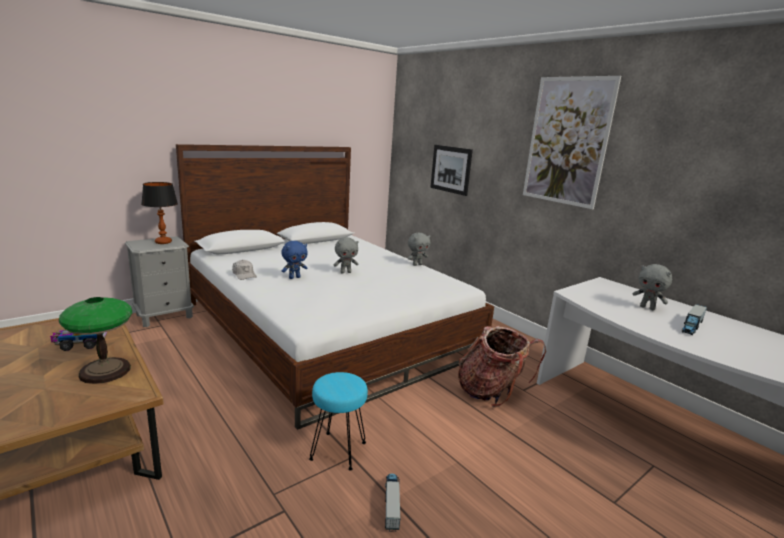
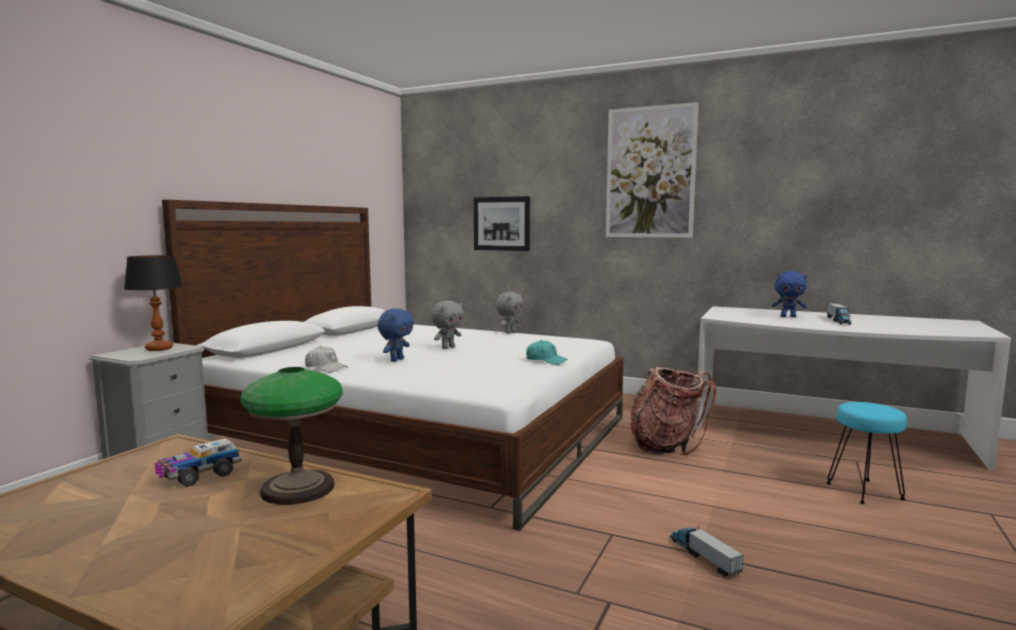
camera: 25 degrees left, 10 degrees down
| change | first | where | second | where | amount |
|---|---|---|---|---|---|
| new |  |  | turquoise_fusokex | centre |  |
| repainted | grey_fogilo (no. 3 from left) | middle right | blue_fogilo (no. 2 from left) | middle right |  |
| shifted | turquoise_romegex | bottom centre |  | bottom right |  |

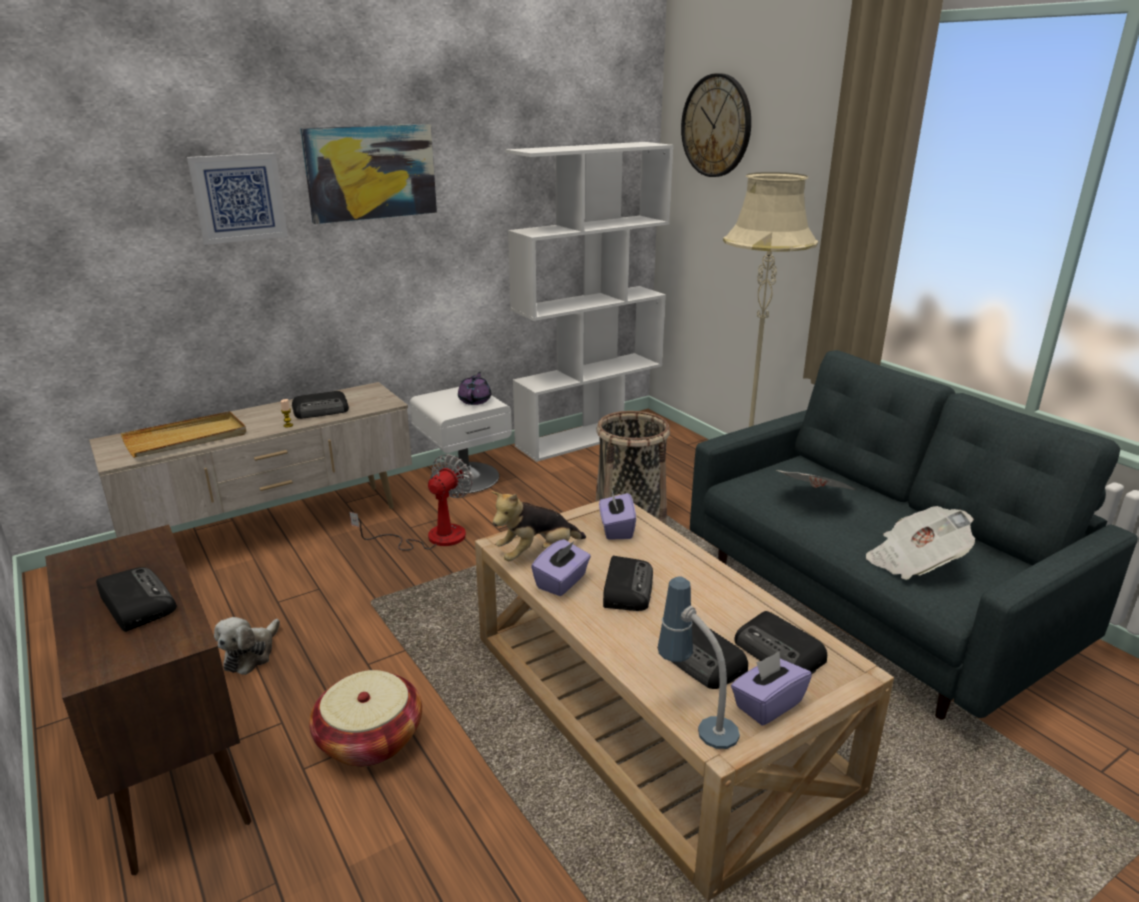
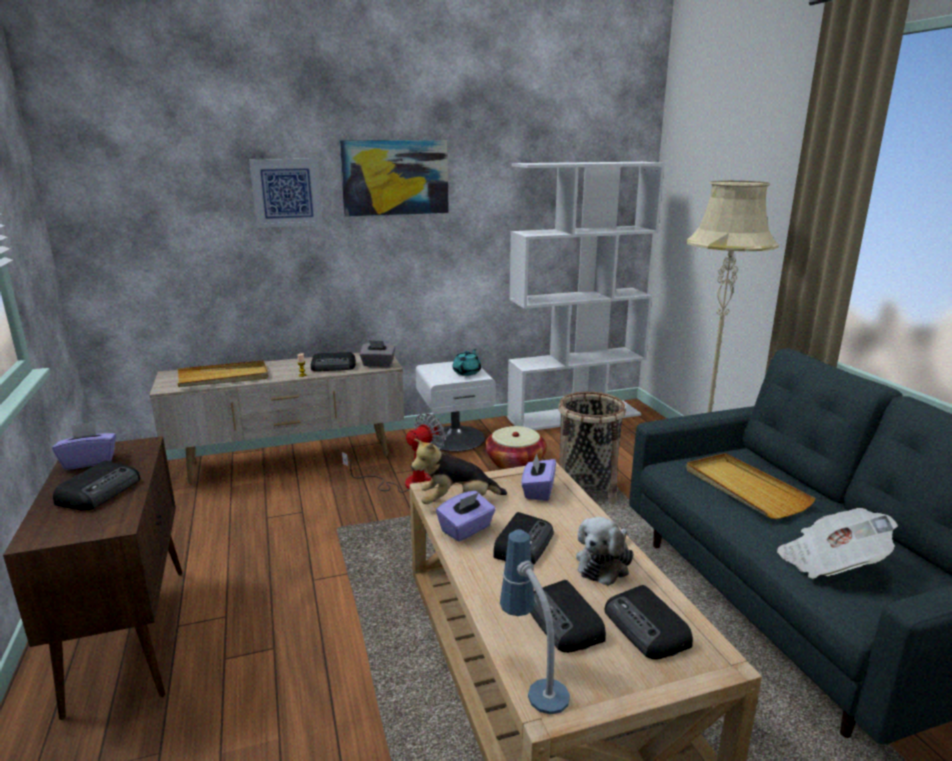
camera: 15 degrees right, 5 degrees down
| change | first | where | second | where | amount |
|---|---|---|---|---|---|
| shifted | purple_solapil (no. 3 from left in the first image) | bottom right | purple_solapil (no. 1 from left) | middle left |  |
| rotated | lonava (no. 1 from left) | middle left |  | middle left | 45 degrees clockwise |
| new |  |  | grey_solapil | centre |  |
| repainted | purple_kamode | centre | turquoise_kamode | centre |  |
| shifted | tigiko (no. 1 from left) | bottom left |  | centre |  |
| shifted | fogilo (no. 1 from left in the first image) | bottom left | fogilo (no. 2 from left) | bottom centre |  |
| swapped | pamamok (no. 1 from left) | middle right | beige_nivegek (no. 2 from left) | middle right |  |
| gone | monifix | top centre |  |  |  |

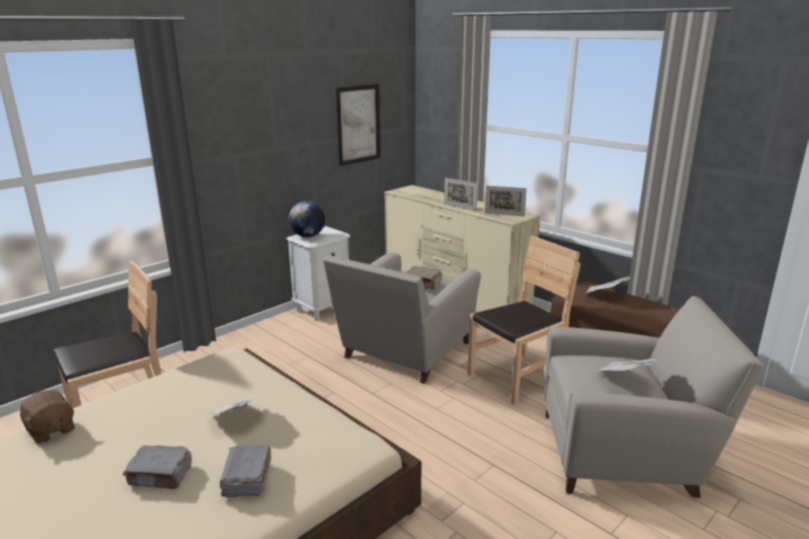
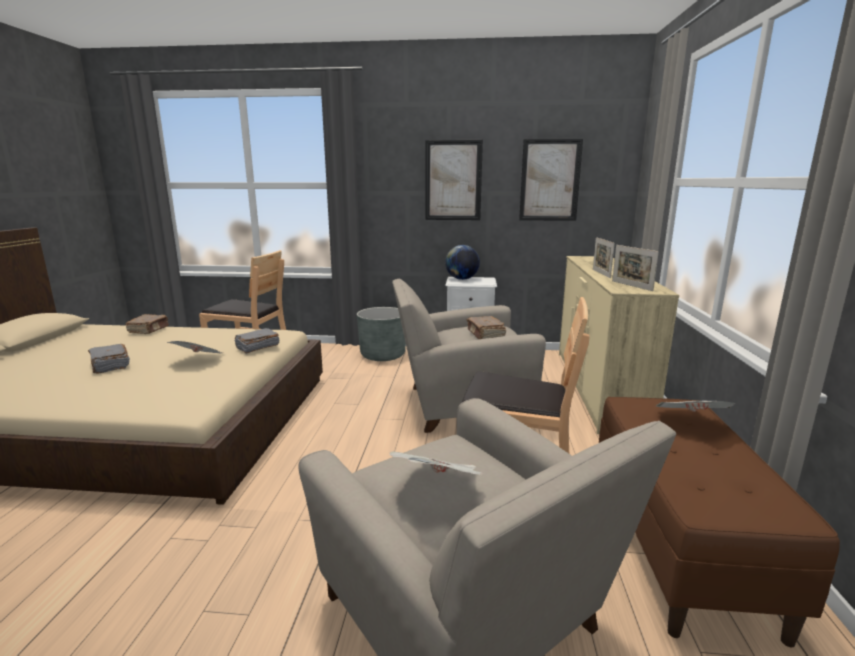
camera: 50 degrees right, 5 degrees down
| change | first | where | second | where | amount |
|---|---|---|---|---|---|
| swapped | brown_fogilo | bottom left | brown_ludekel (no. 1 from left) | middle left |  |
| shifted | grey_ludekel (no. 2 from left) | bottom left |  | middle left |  |
| new |  |  | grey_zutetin | centre |  |
| new |  |  | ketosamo (no. 1 from left) | top centre |  |

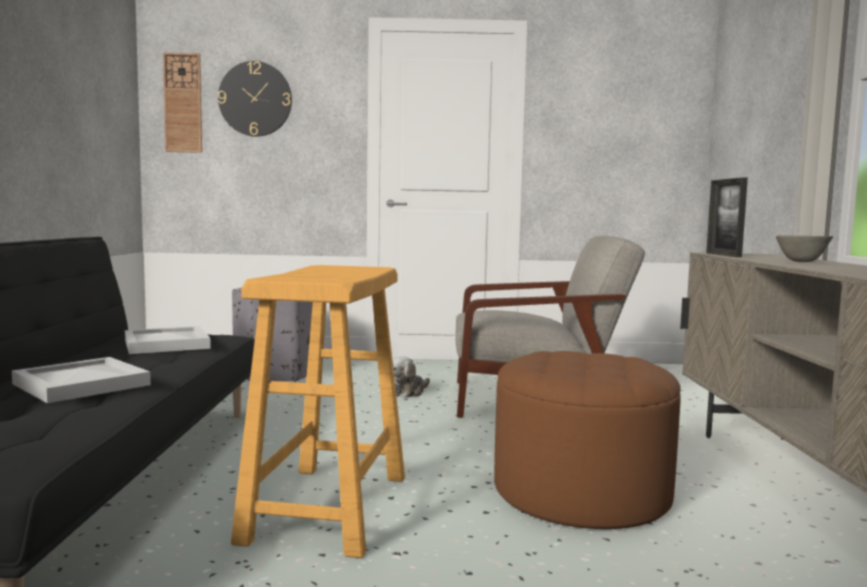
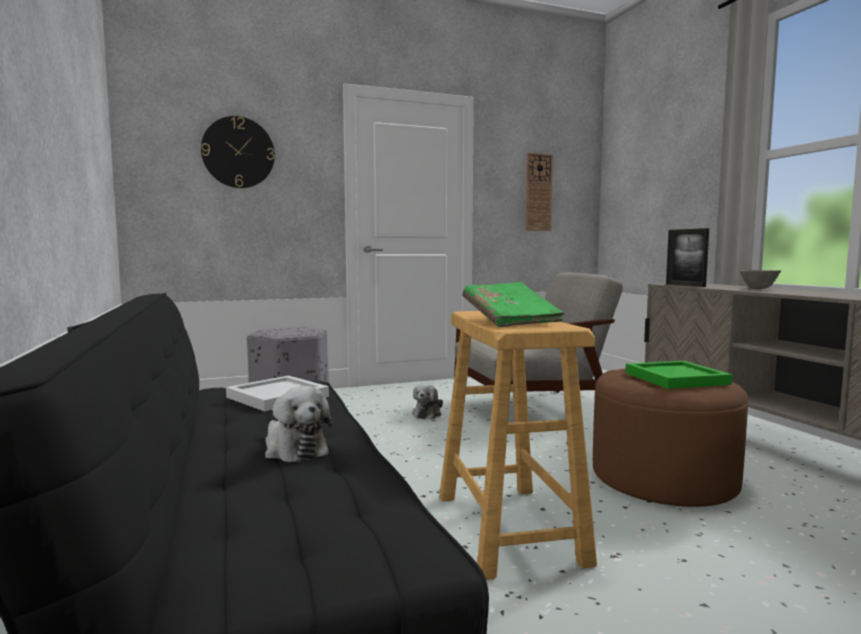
camera: 20 degrees left, 0 degrees up
| change | first | where | second | where | amount |
|---|---|---|---|---|---|
| swapped | white_nivegek (no. 1 from left) | middle left | fogilo (no. 1 from left) | bottom centre |  |
| new |  |  | green_ludekel | centre |  |
| shifted | monifix (no. 1 from left in the first image) | top left | monifix (no. 2 from left) | top centre |  |
| new |  |  | green_nivegek | middle right |  |

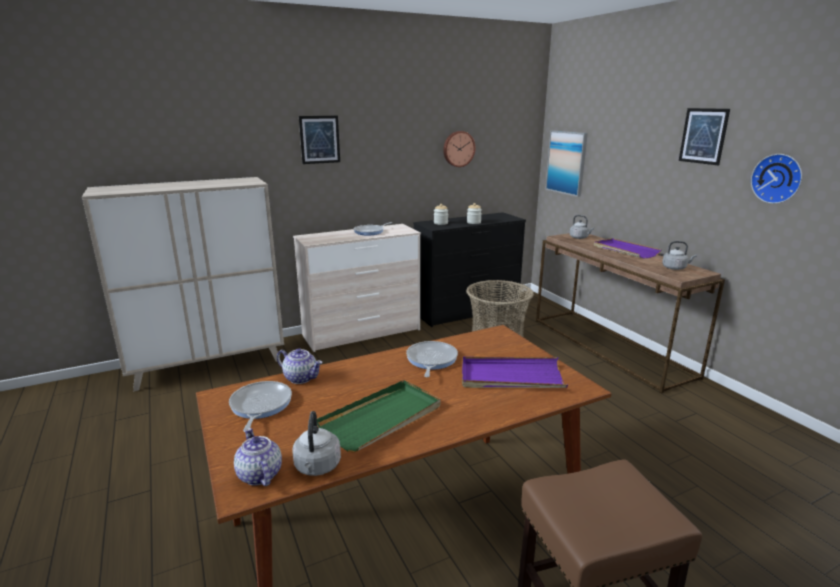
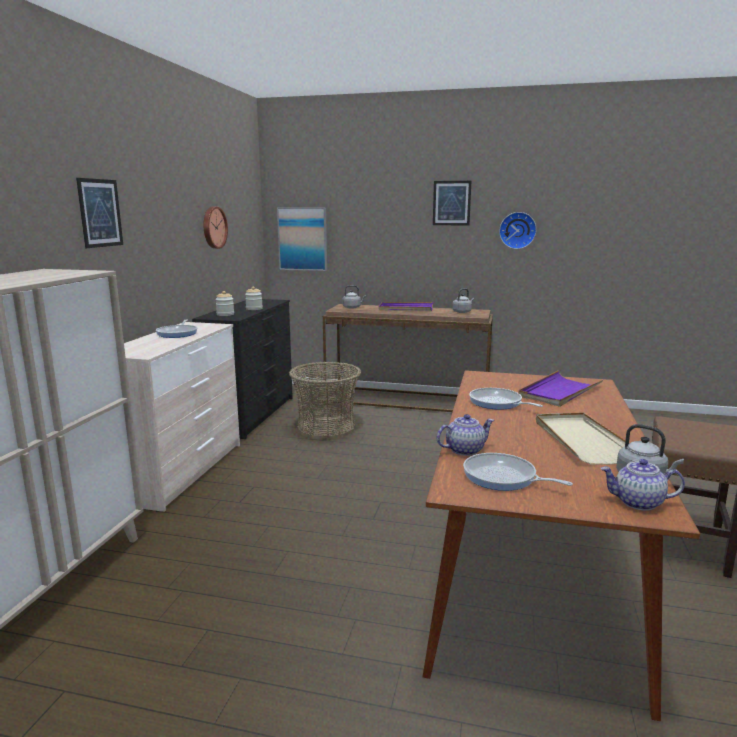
camera: 50 degrees left, 5 degrees down
| change | first | where | second | where | amount |
|---|---|---|---|---|---|
| repainted | green_nivegek | bottom centre | beige_nivegek | middle right |  |

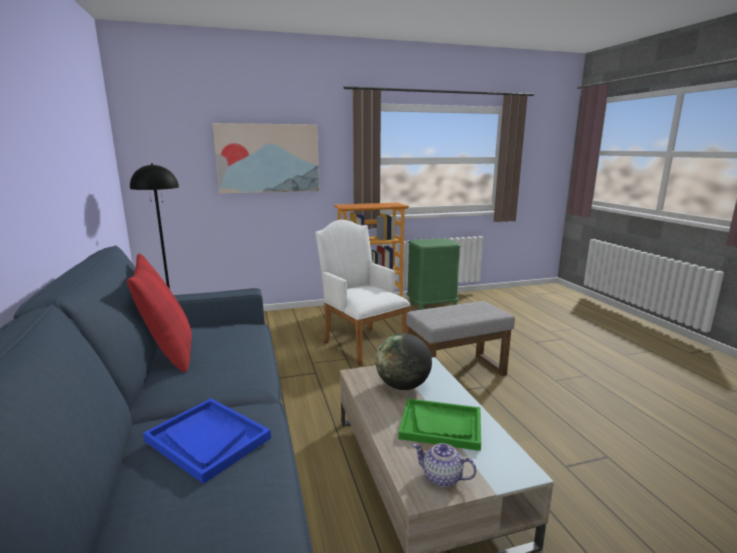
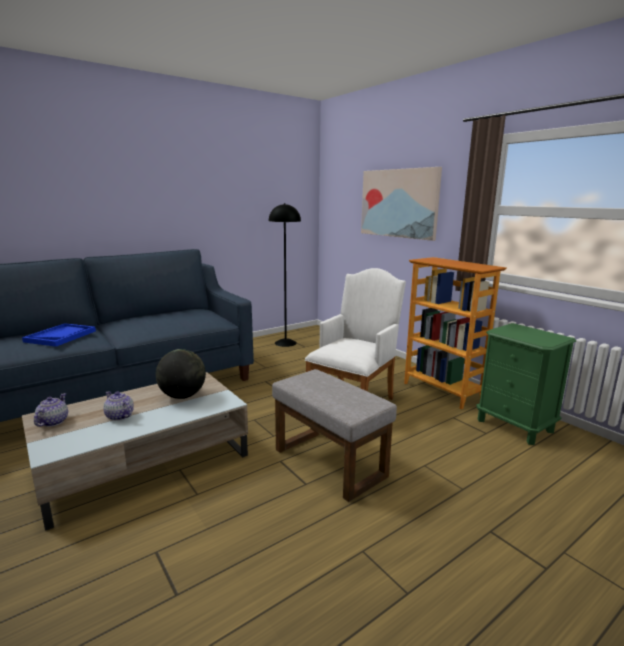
camera: 70 degrees right, 0 degrees up
| change | first | where | second | where | amount |
|---|---|---|---|---|---|
| swapped | green_nivegek | bottom centre | kamode (no. 2 from left) | middle left |  |
| gone | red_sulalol | middle left |  |  |  |

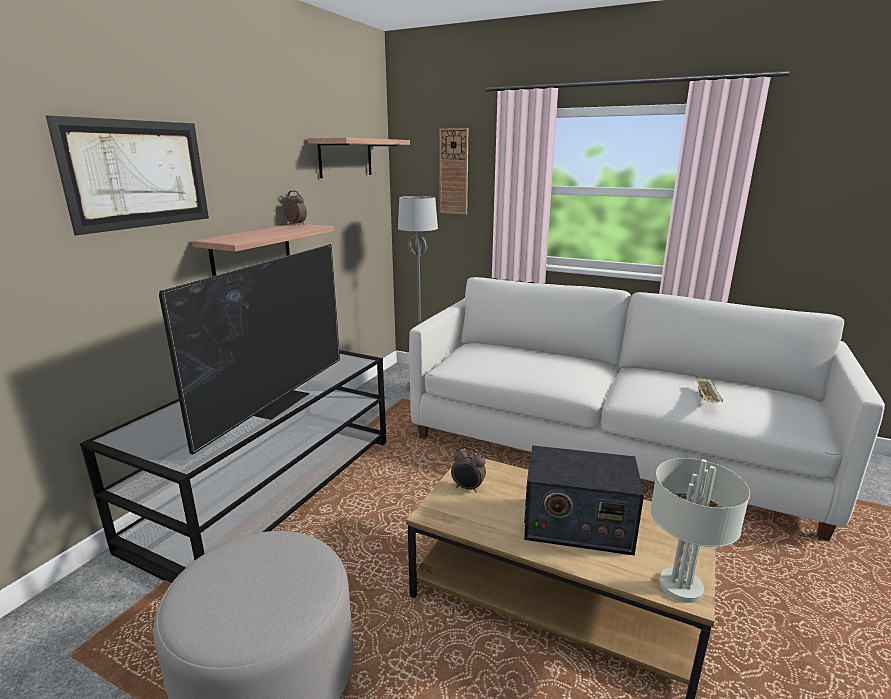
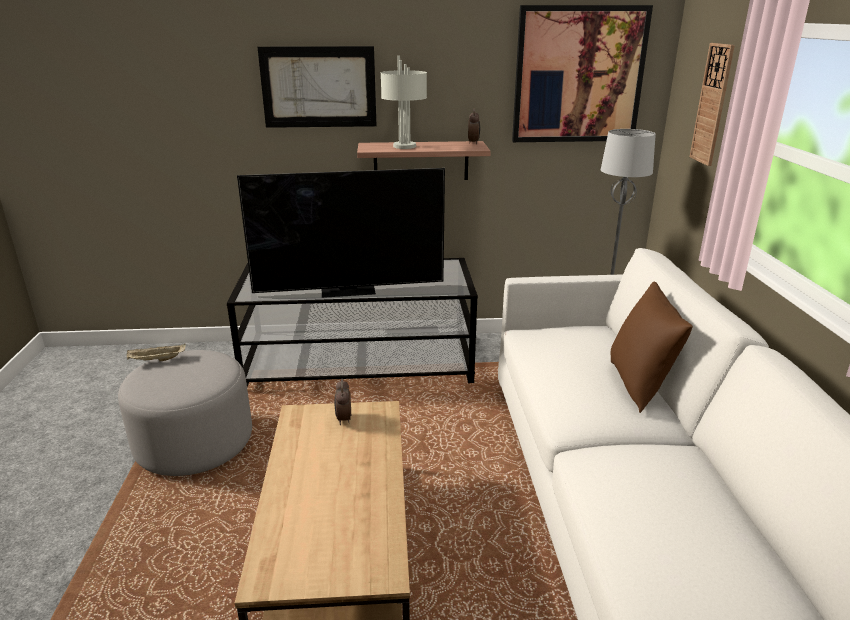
camera: 60 degrees right, 5 degrees up
| change | first | where | second | where | amount |
|---|---|---|---|---|---|
| shifted | beige_nivegek | middle right |  | middle left |  |
| shifted | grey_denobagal | bottom right |  | top centre |  |
| swapped | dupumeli (no. 2 from left) | top centre | ketosamo (no. 2 from left) | top right |  |
| new |  |  | brown_sulalol | middle right |  |
| gone | lonava | bottom centre |  |  |  |

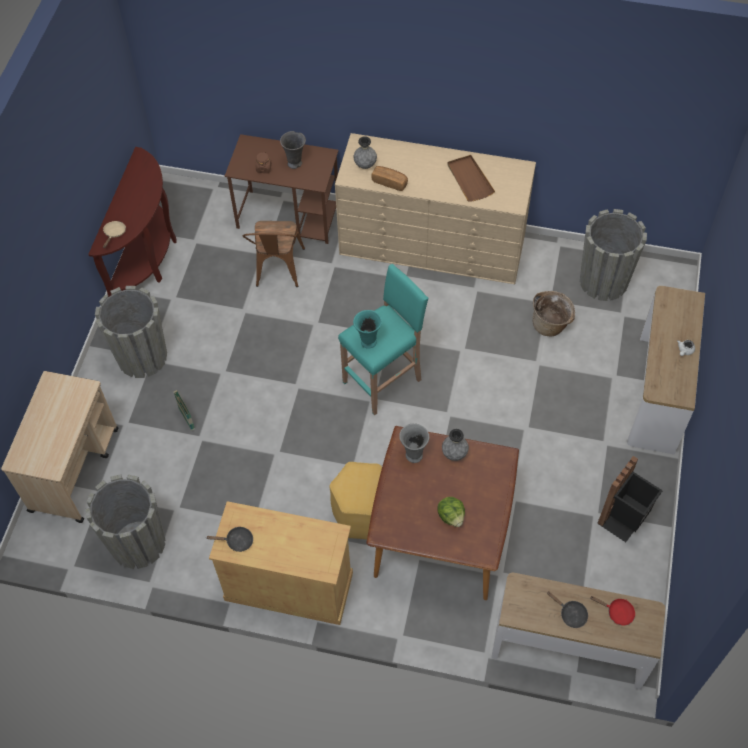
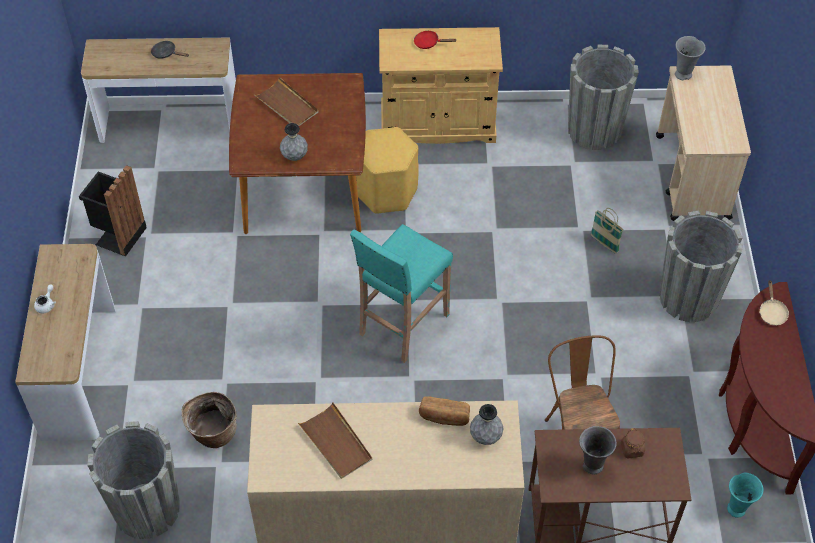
camera: 165 degrees right, 5 degrees down
| change | first | where | second | where | amount |
|---|---|---|---|---|---|
| swapped | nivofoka | bottom centre | brown_nivegek (no. 1 from left) | top centre |  |
| shifted | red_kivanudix | bottom right |  | top centre |  |
| shifted | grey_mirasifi (no. 3 from left in the first image) | centre | grey_mirasifi (no. 4 from left) | top right |  |
| shifted | turquoise_mirasifi | centre |  | bottom right |  |
| gone | black_kivanudix (no. 1 from left) | bottom left |  |  |  |

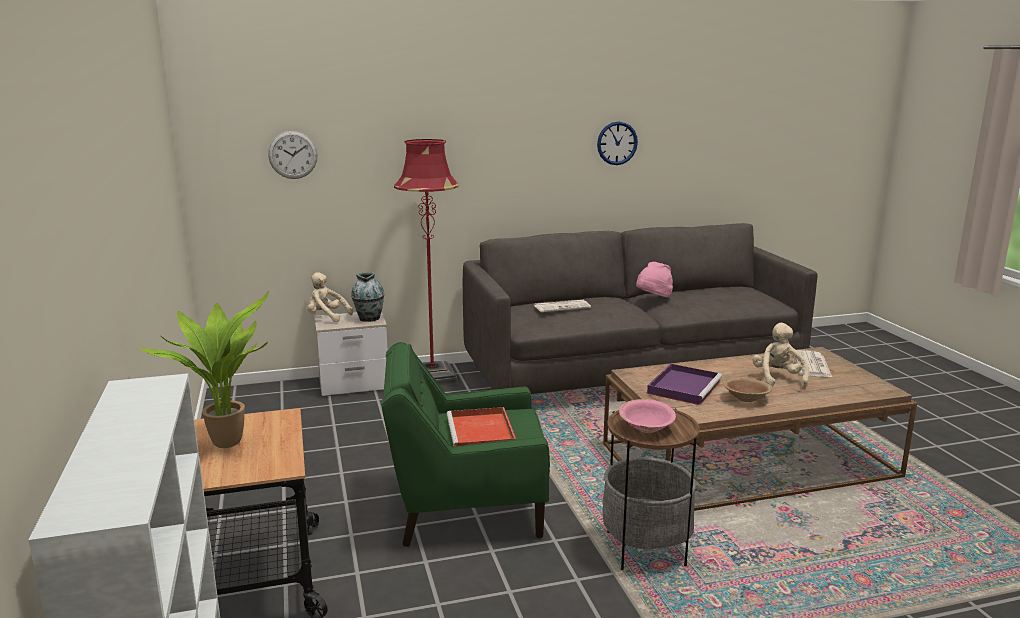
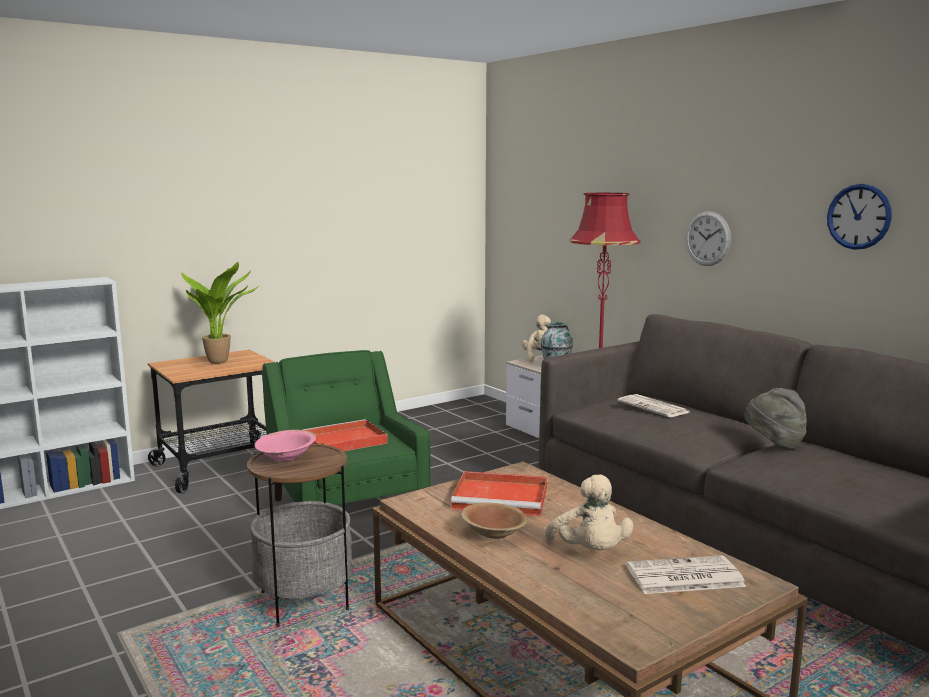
camera: 70 degrees right, 5 degrees down
| change | first | where | second | where | amount |
|---|---|---|---|---|---|
| repainted | purple_nivegek | middle right | red_nivegek (no. 2 from left) | bottom centre |  |
| rotated | beige_fogilo (no. 2 from left) | middle right |  | bottom centre | 90 degrees clockwise |
| shifted | monifix (no. 1 from left) | top left |  | middle right |  |
| repainted | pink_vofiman | centre | grey_vofiman | middle right |  |

